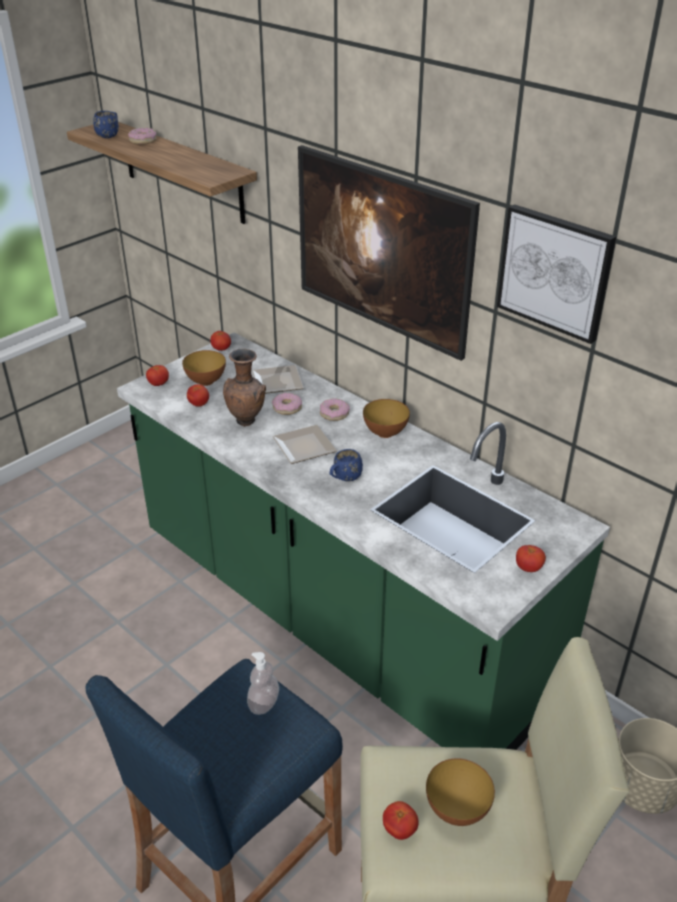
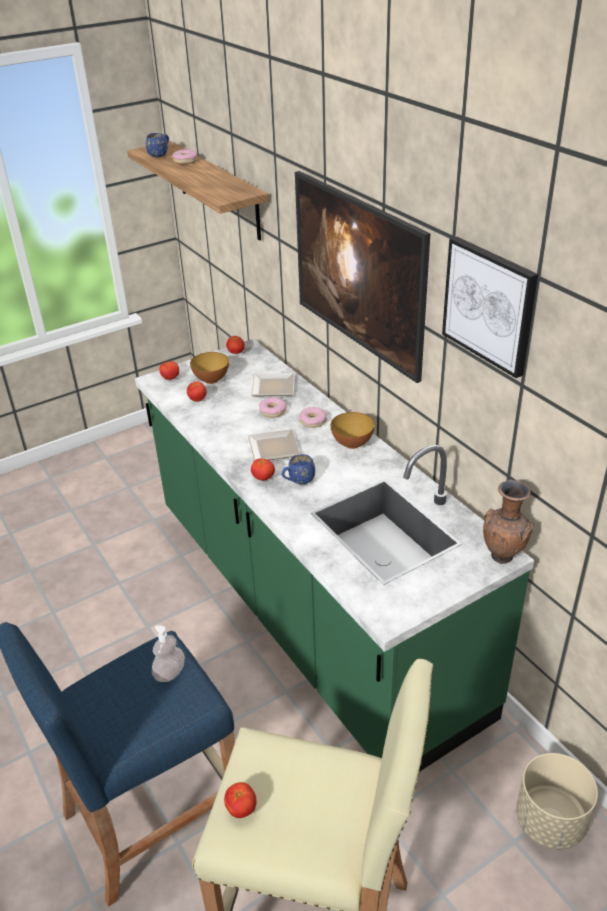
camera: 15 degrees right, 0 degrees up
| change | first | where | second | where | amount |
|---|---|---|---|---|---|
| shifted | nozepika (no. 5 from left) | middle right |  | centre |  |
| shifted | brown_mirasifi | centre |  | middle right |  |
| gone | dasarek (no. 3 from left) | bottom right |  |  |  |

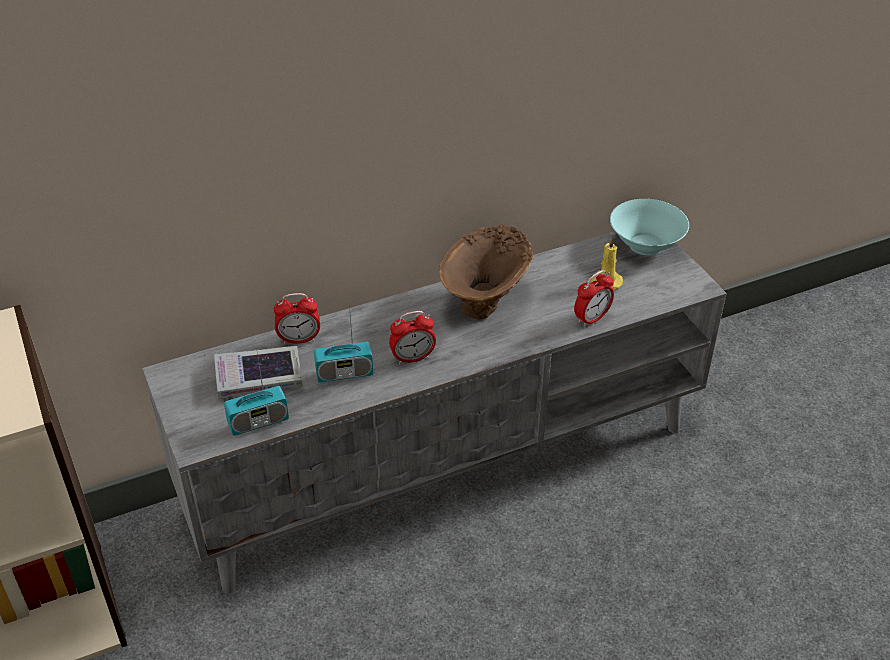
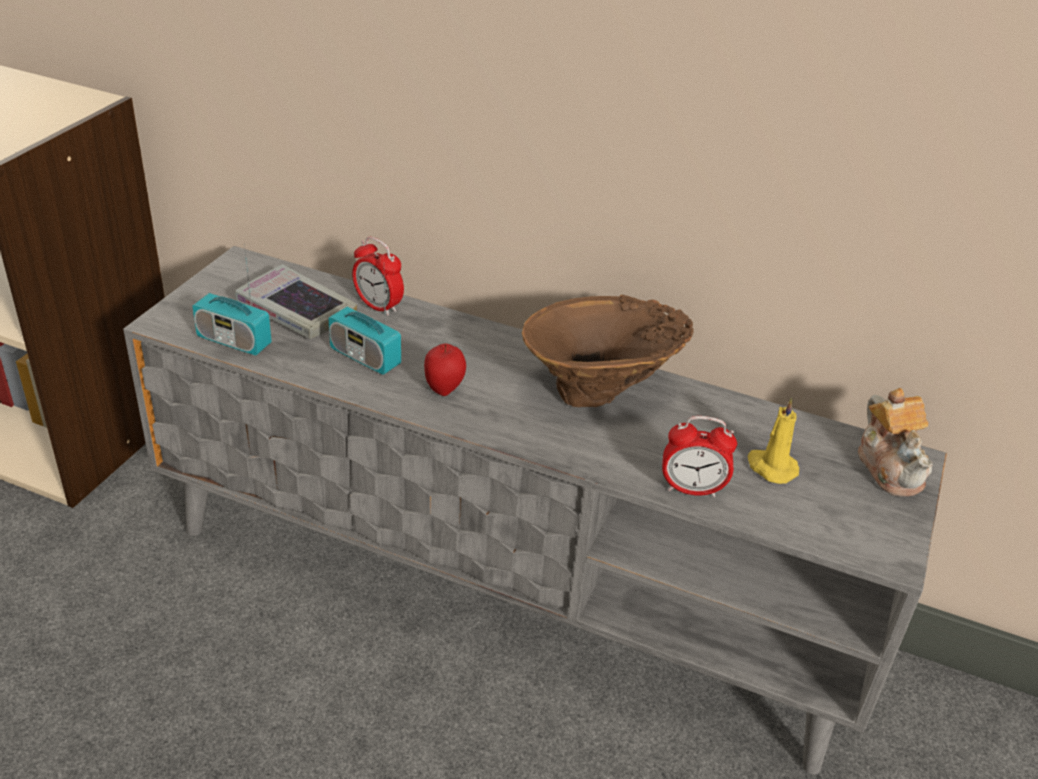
camera: 45 degrees right, 5 degrees down
| change | first | where | second | where | amount |
|---|---|---|---|---|---|
| swapped | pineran (no. 2 from left) | centre | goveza | centre |  |
| swapped | turquoise_dasarek | middle right | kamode | middle right |  |

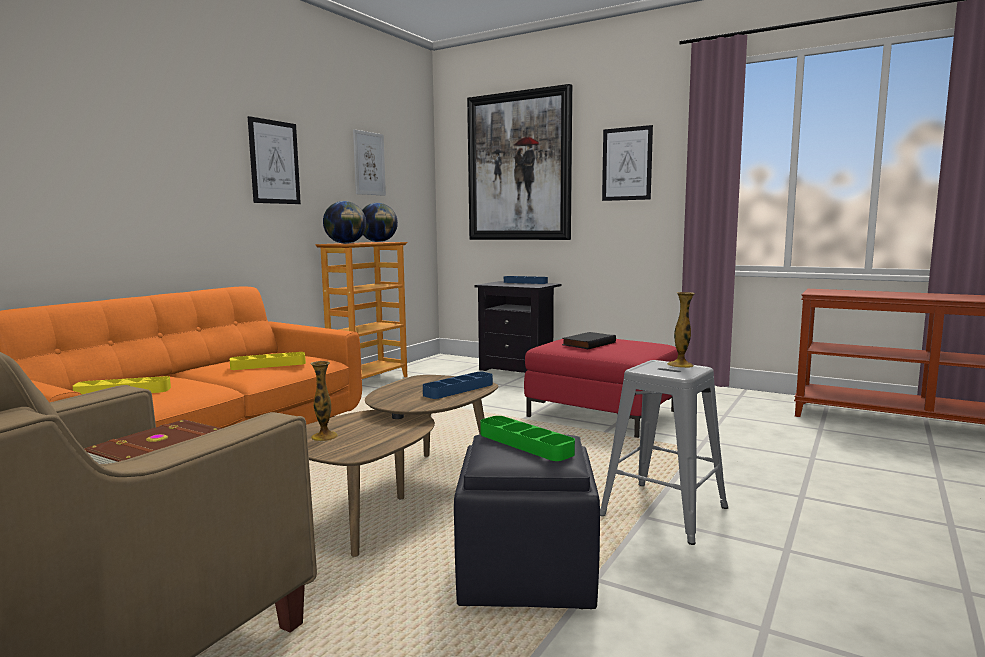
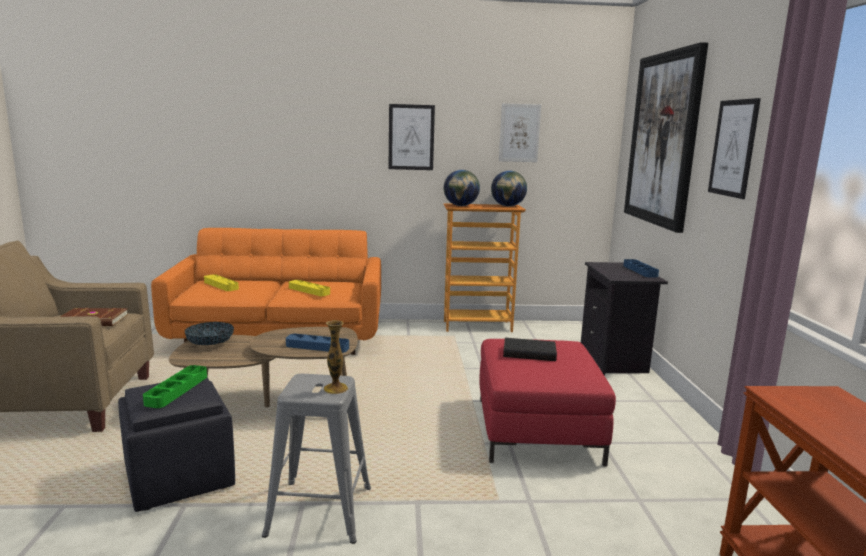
camera: 55 degrees right, 5 degrees up
| change | first | where | second | where | amount |
|---|---|---|---|---|---|
| swapped | mirasifi (no. 1 from left) | middle left | dasarek | middle left |  |

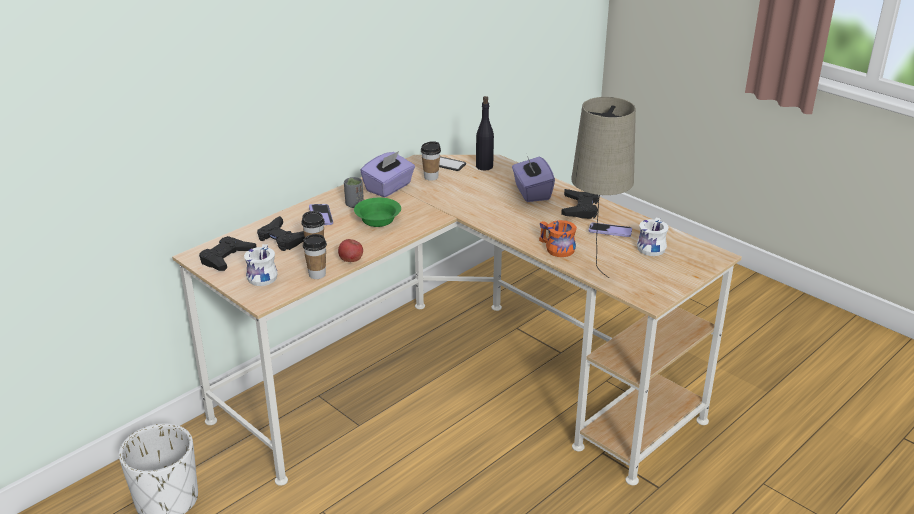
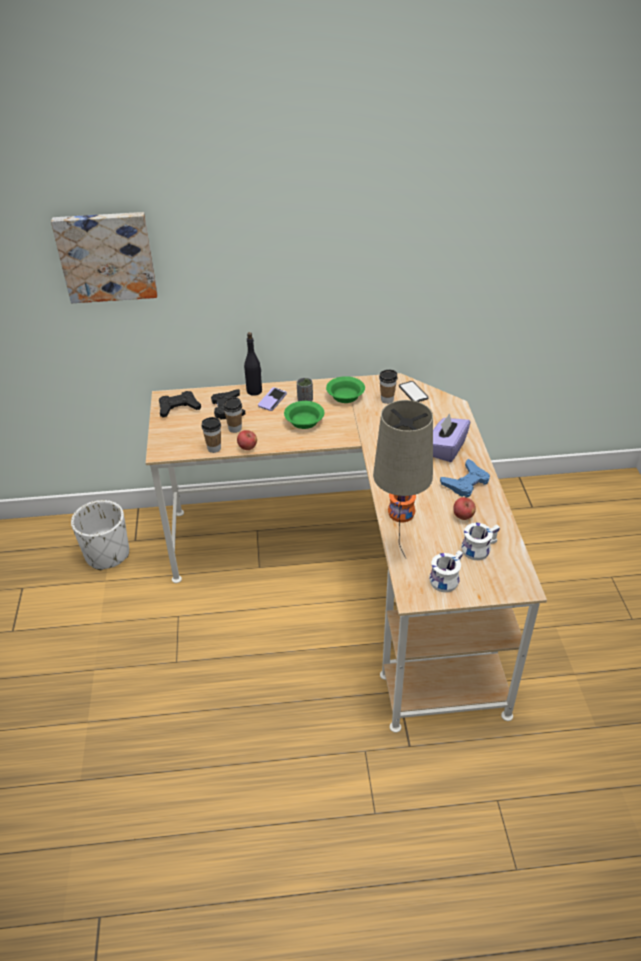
camera: 40 degrees right, 10 degrees up
| change | first | where | second | where | amount |
|---|---|---|---|---|---|
| new |  |  | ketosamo | top left |  |
| shifted | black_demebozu | top centre |  | centre |  |
| swapped | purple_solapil (no. 1 from left) | centre | green_dasarek (no. 2 from left) | centre |  |
| shifted | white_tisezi (no. 1 from left) | middle left |  | middle right |  |
| repainted | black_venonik (no. 3 from left) | centre | blue_venonik | middle right |  |
| swapped | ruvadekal (no. 3 from left) | middle right | goveza (no. 2 from left) | middle right |  |

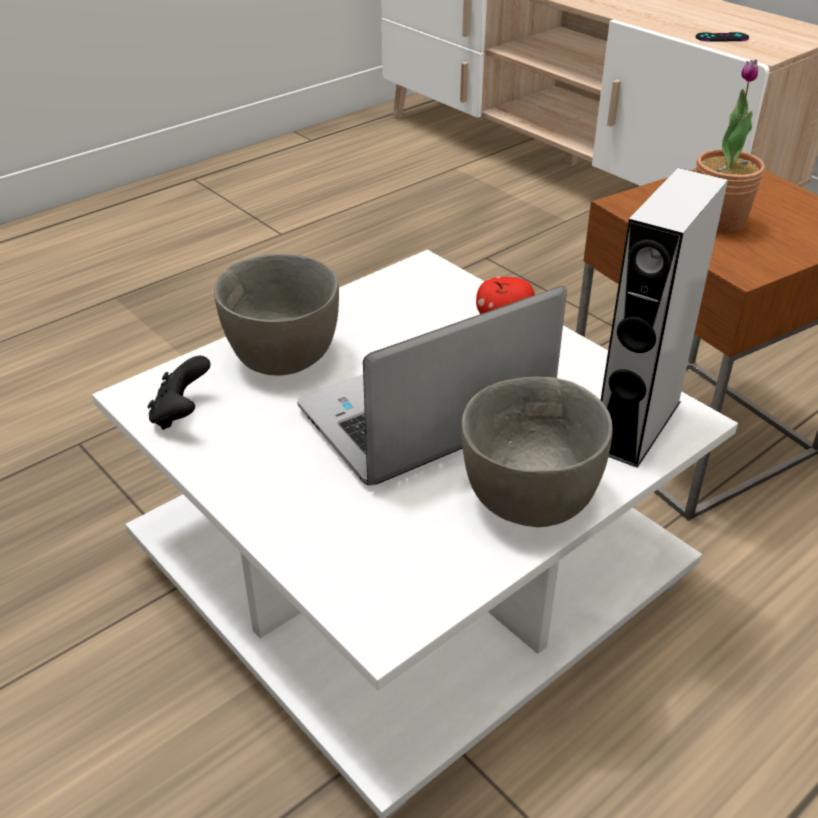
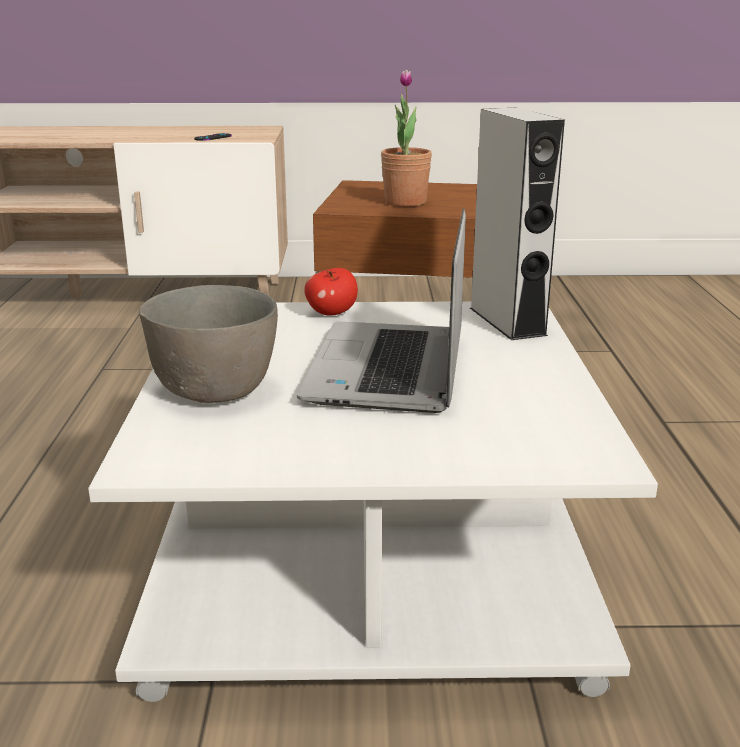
camera: 50 degrees left, 15 degrees down
| change | first | where | second | where | amount |
|---|---|---|---|---|---|
| gone | black_venonik (no. 1 from left) | middle left |  |  |  |
| gone | grey_dasarek (no. 2 from left) | centre |  |  |  |

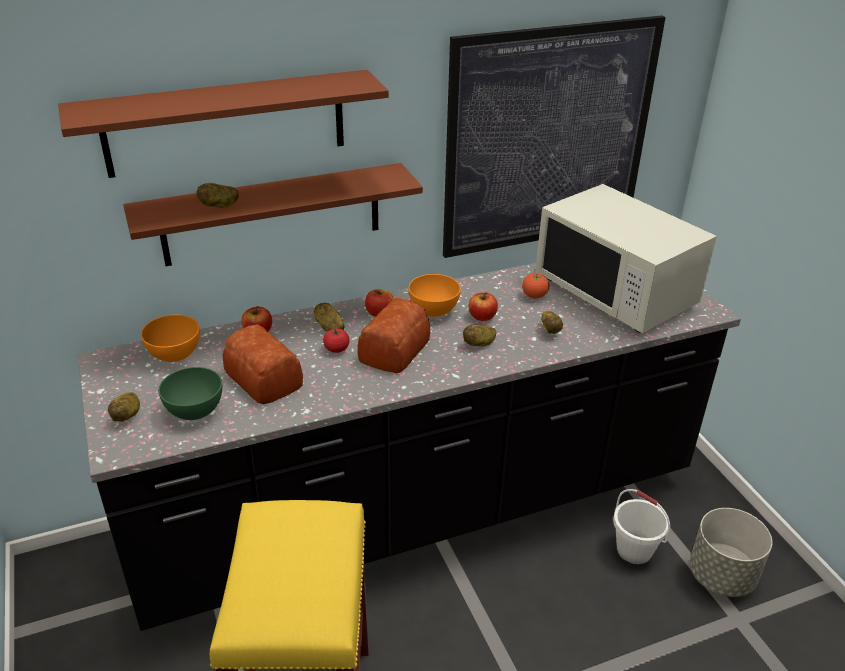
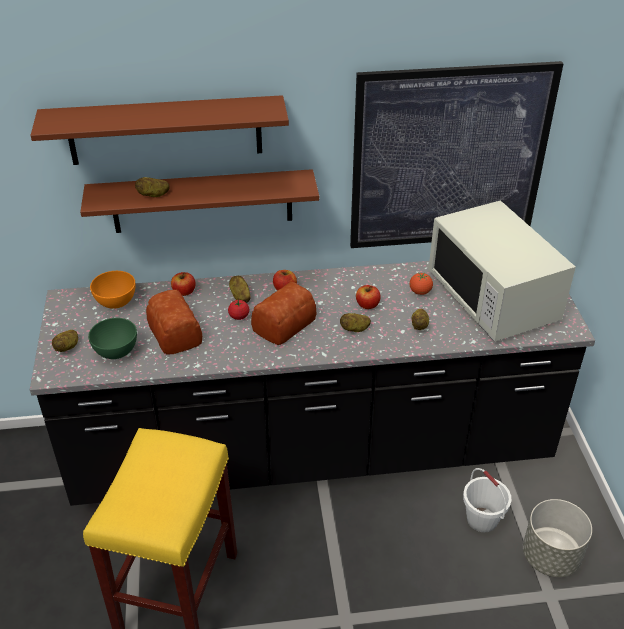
camera: 15 degrees right, 5 degrees up
| change | first | where | second | where | amount |
|---|---|---|---|---|---|
| gone | orange_dasarek (no. 2 from left) | centre |  |  |  |

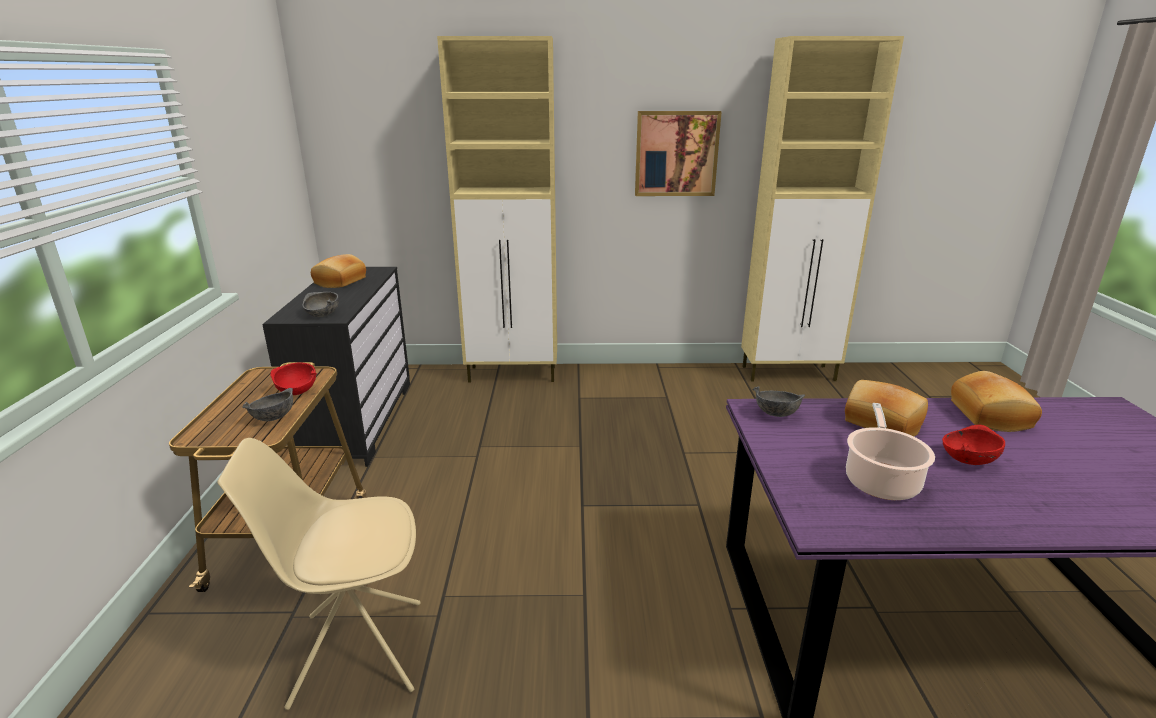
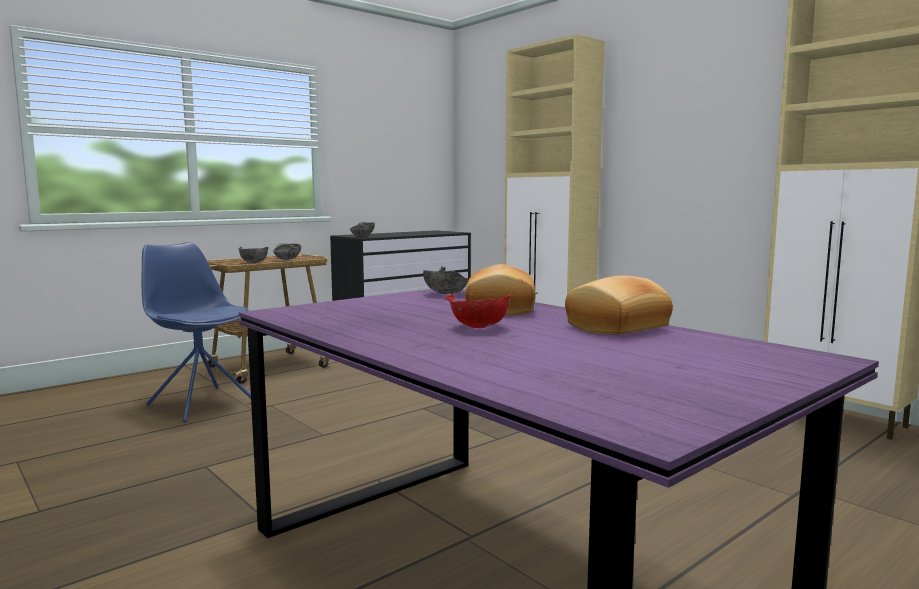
camera: 50 degrees right, 15 degrees down
| change | first | where | second | where | amount |
|---|---|---|---|---|---|
| repainted | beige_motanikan | bottom left | blue_motanikan | middle left |  |
| repainted | red_dasarek (no. 1 from left) | middle left | grey_dasarek (no. 2 from left) | middle left |  |
| gone | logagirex (no. 1 from left) | middle left |  |  |  |
| gone | ketosamo | top centre |  |  |  |
| gone | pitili | middle right |  |  |  |

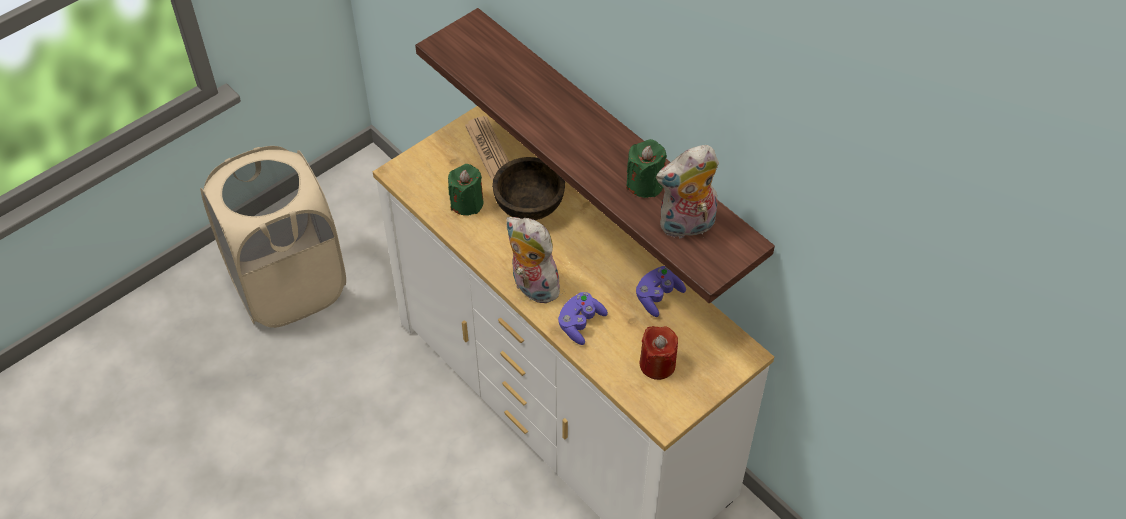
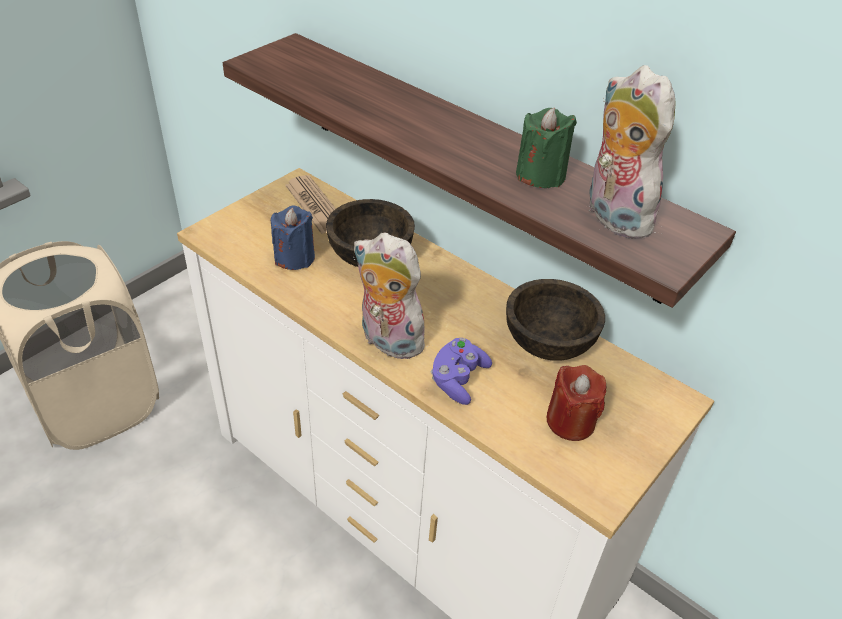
camera: 10 degrees left, 10 degrees down
| change | first | where | second | where | amount |
|---|---|---|---|---|---|
| repainted | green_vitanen (no. 1 from left) | centre | blue_vitanen | centre |  |
| swapped | purple_venonik (no. 2 from left) | centre | brown_dasarek (no. 2 from left) | centre |  |
| rotated | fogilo (no. 2 from left) | centre |  | top right | 90 degrees clockwise |

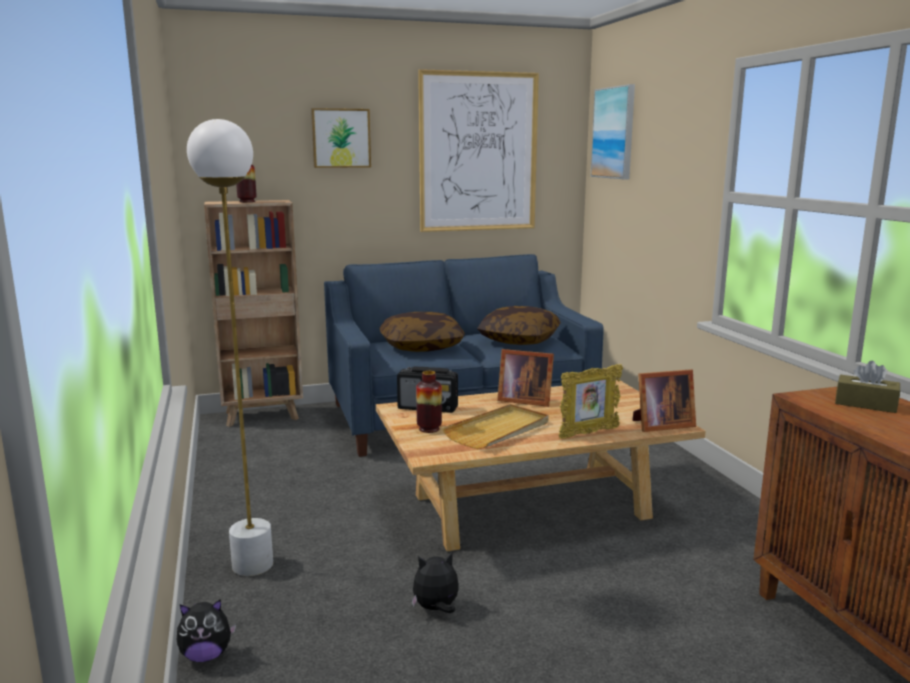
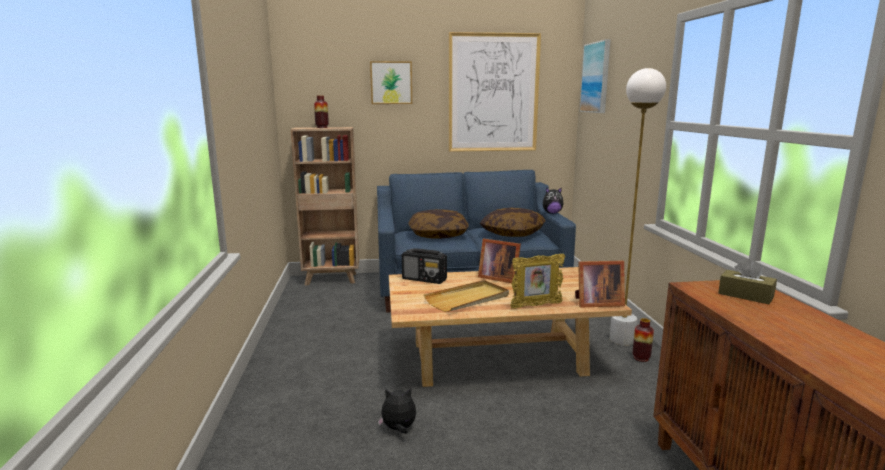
camera: 10 degrees right, 0 degrees up
| change | first | where | second | where | amount |
|---|---|---|---|---|---|
| shifted | fogilo (no. 1 from left in the first image) | bottom left | fogilo (no. 2 from left) | centre |  |
| shifted | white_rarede | middle left |  | middle right |  |
| shifted | mirasifi (no. 2 from left) | centre |  | bottom right |  |

